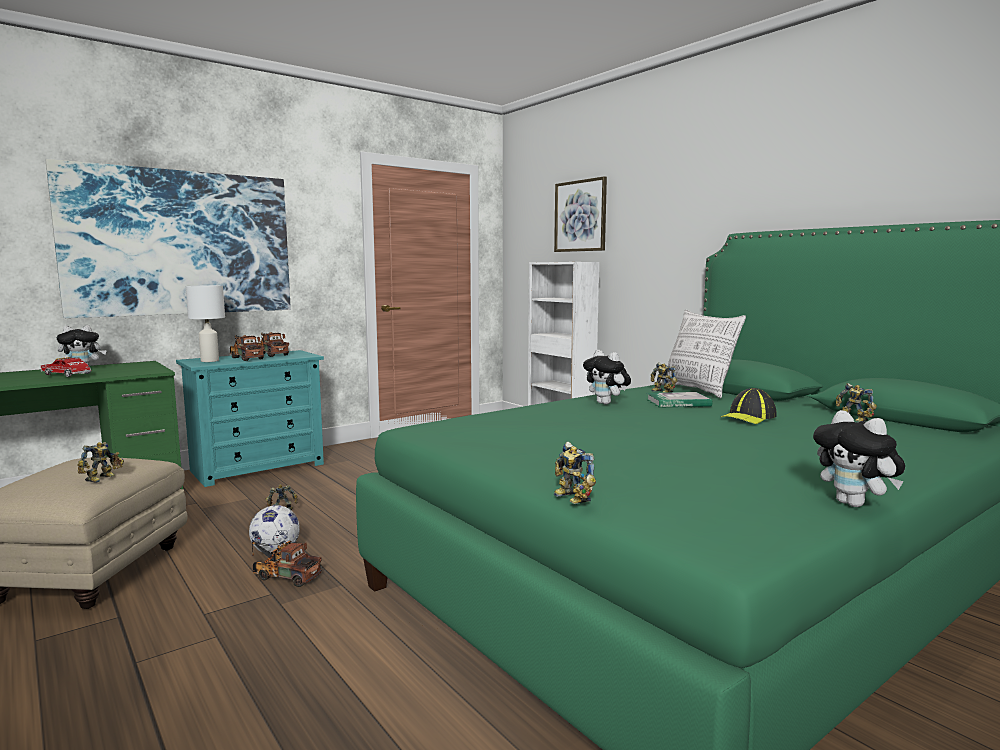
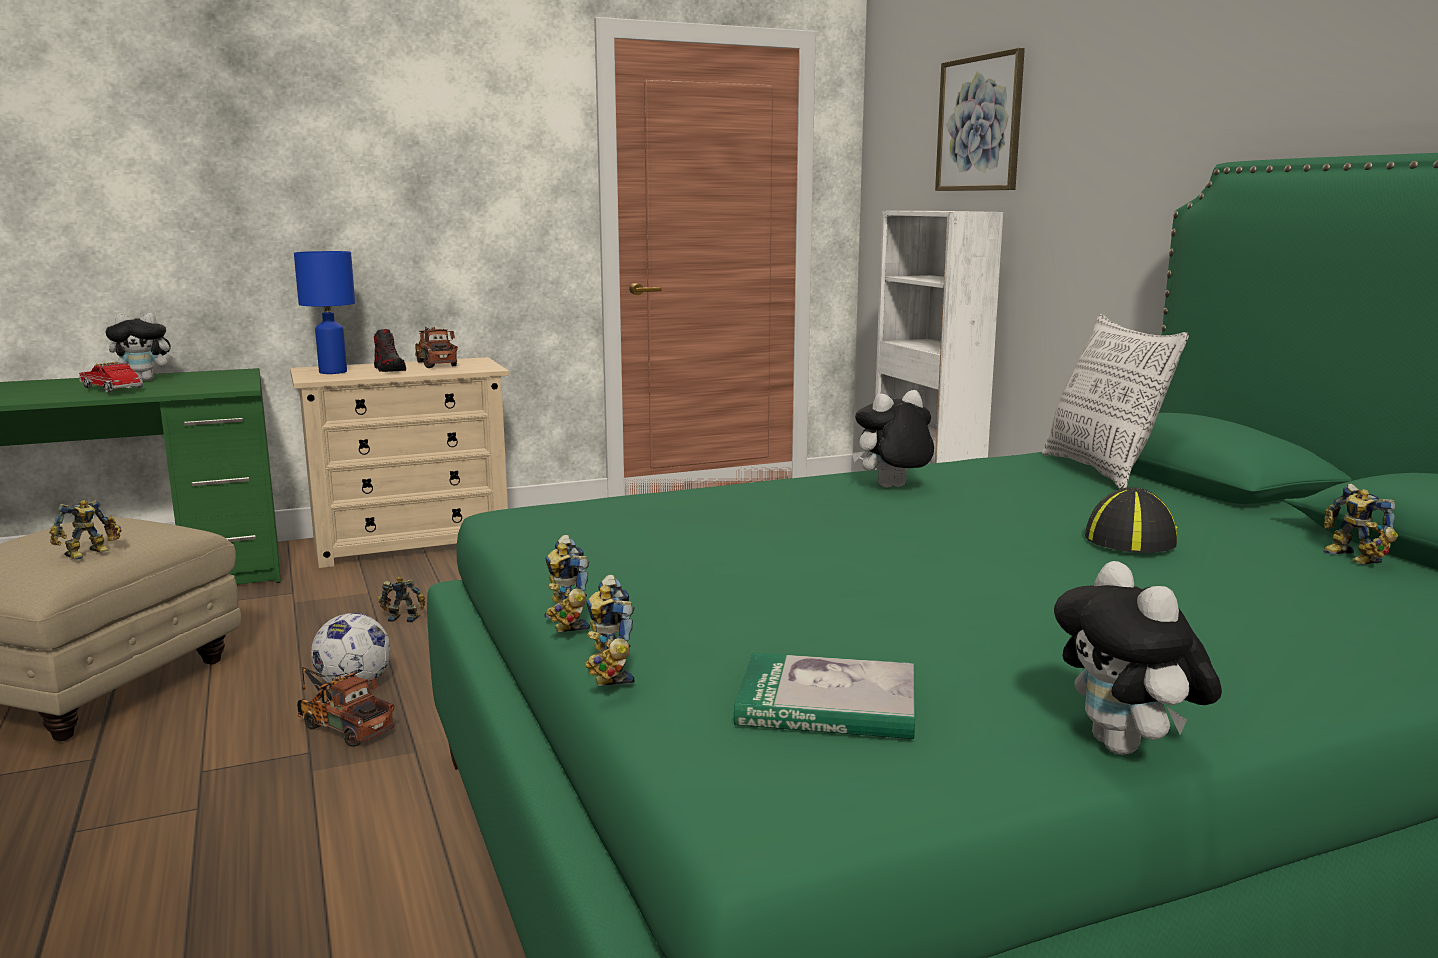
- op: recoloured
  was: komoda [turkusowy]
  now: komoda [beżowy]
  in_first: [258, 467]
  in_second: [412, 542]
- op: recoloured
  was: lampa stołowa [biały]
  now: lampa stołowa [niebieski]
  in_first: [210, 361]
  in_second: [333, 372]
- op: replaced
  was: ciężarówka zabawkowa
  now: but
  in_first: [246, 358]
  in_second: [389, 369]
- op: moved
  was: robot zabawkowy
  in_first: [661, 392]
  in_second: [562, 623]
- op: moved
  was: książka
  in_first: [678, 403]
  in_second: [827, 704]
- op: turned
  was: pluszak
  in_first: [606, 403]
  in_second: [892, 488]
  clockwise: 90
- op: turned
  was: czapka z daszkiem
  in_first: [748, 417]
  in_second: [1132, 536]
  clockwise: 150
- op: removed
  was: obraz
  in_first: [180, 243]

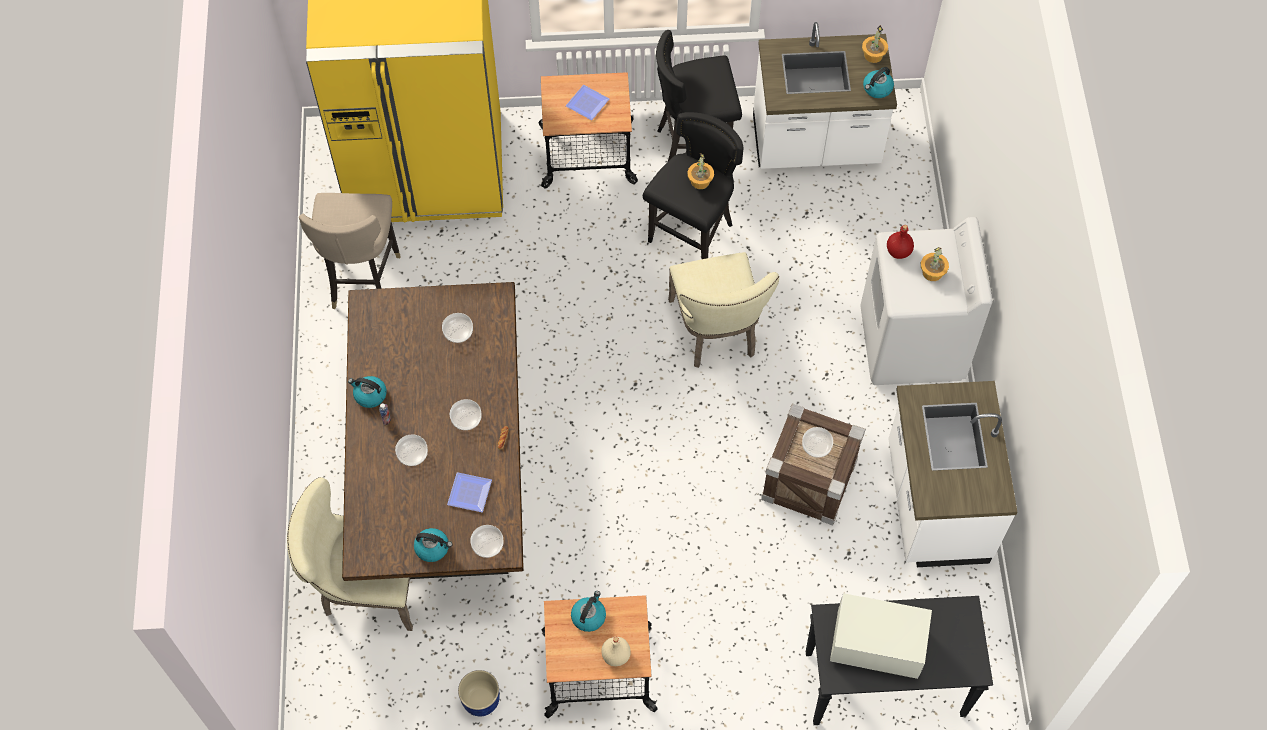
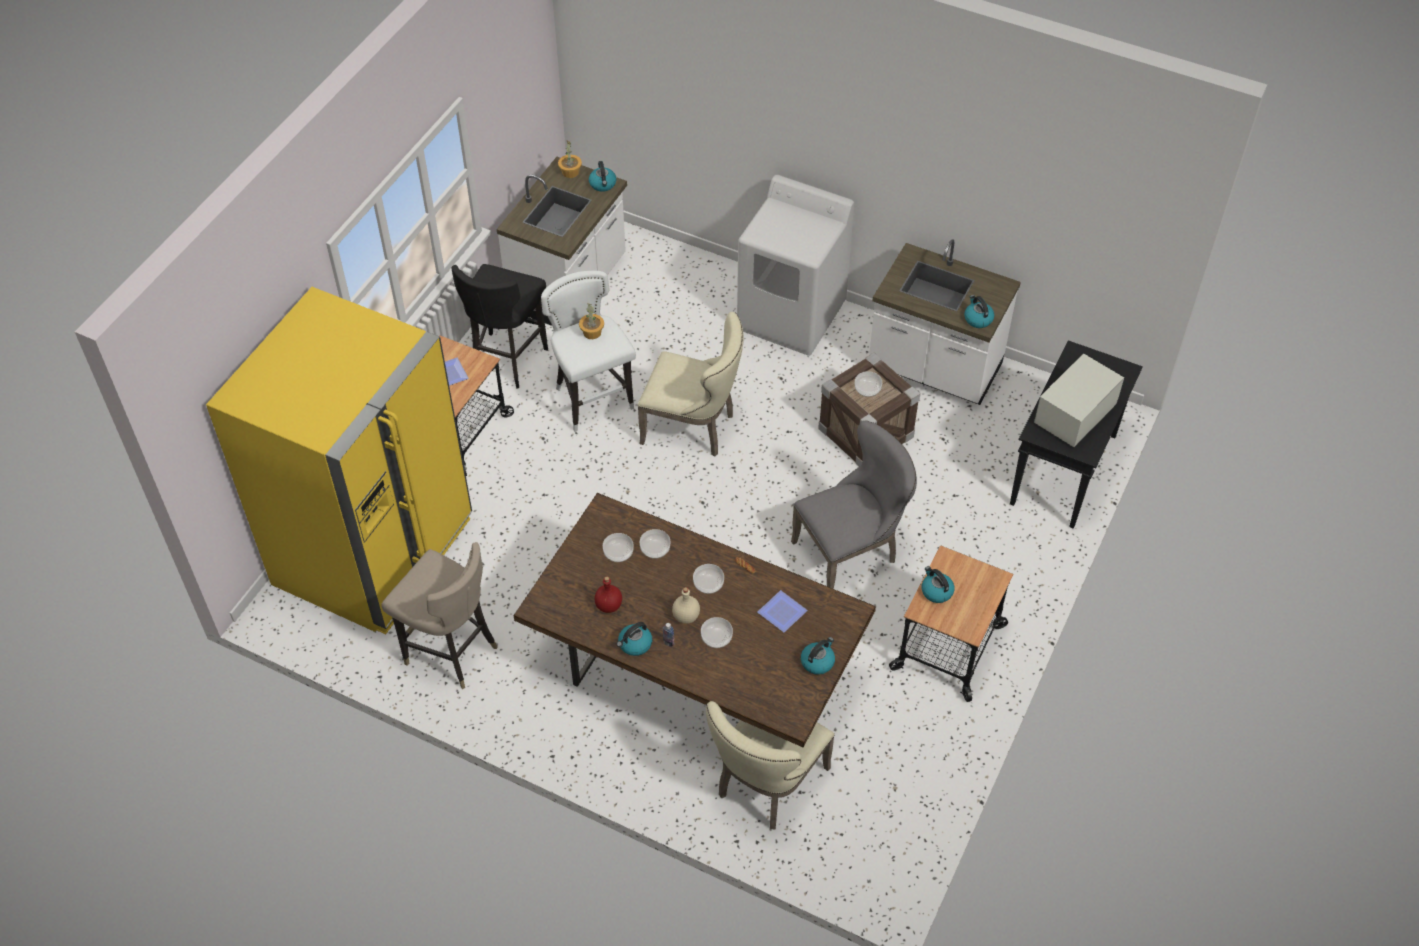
- op: recoloured
  was: stołek [czarny]
  now: stołek [biały]
  in_first: [692, 237]
  in_second: [593, 401]
- op: moved
  was: butelka [czerwony]
  in_first: [899, 251]
  in_second: [609, 605]
- op: moved
  was: miska
  in_first: [487, 544]
  in_second: [654, 549]
- op: moved
  was: butelka [beżowy]
  in_first: [616, 656]
  in_second: [686, 616]
- op: added
  now: krzesło [szary]
  in_second: [851, 552]
- op: added
  now: czajnik
  in_second: [977, 319]
- op: removed
  was: donica [niebieski]
  in_first: [480, 700]
- op: removed
  was: roślina doniczkowa
  in_first: [932, 273]

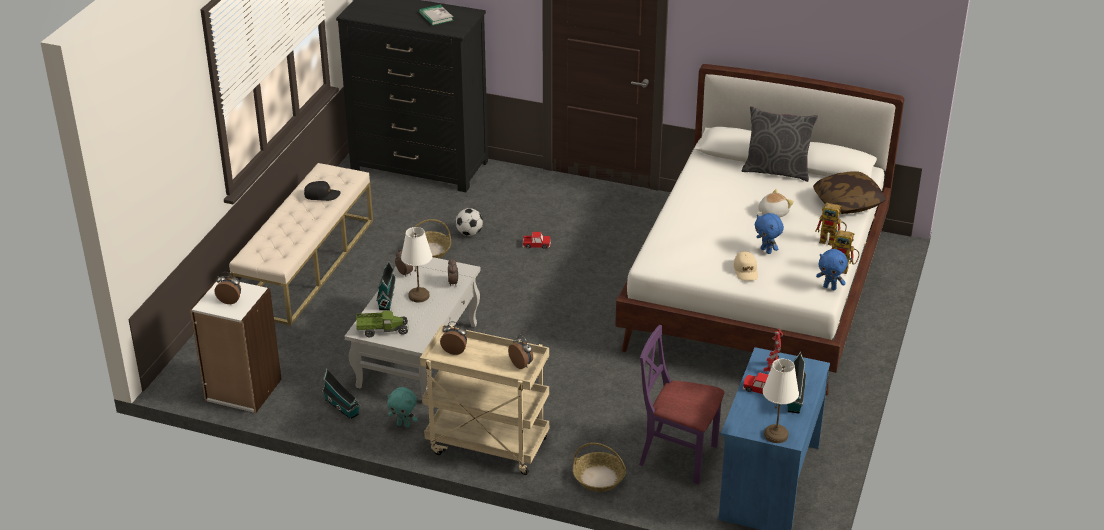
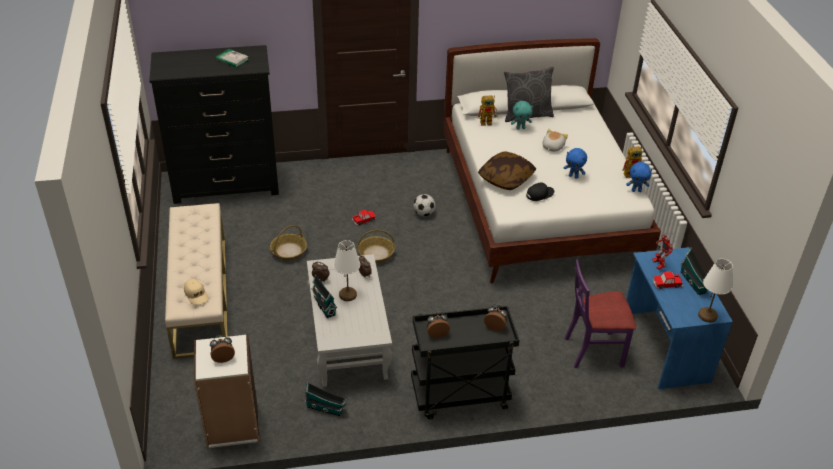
- op: moved
  was: czapka z daszkiem [beżowy]
  in_first: [746, 271]
  in_second: [196, 295]
- op: moved
  was: koszyk
  in_first: [599, 478]
  in_second: [376, 253]
- op: recoloured
  was: wózek [beżowy]
  now: wózek [czarny]
  in_first: [486, 446]
  in_second: [459, 397]
- op: moved
  was: piłka futbolowa
  in_first: [469, 233]
  in_second: [424, 213]
- op: moved
  was: robot zabawkowy
  in_first: [831, 241]
  in_second: [488, 122]
- op: moved
  was: poduszka
  in_first: [847, 203]
  in_second: [506, 178]
- op: moved
  was: pluszak [turkusowy]
  in_first: [403, 424]
  in_second: [520, 128]
- op: moved
  was: czapka z daszkiem [czarny]
  in_first: [322, 195]
  in_second: [540, 194]
- op: removed
  was: ciężarówka zabawkowa
  in_first: [382, 330]

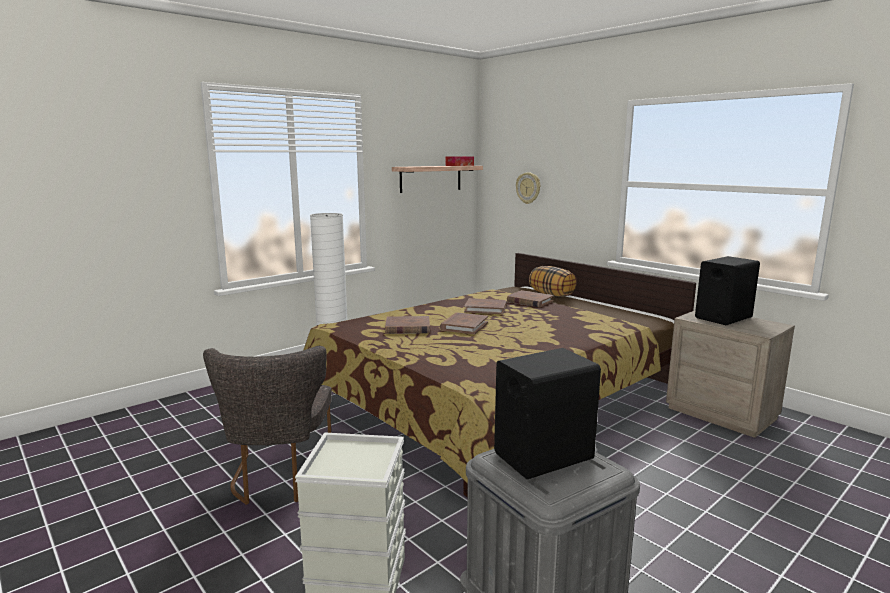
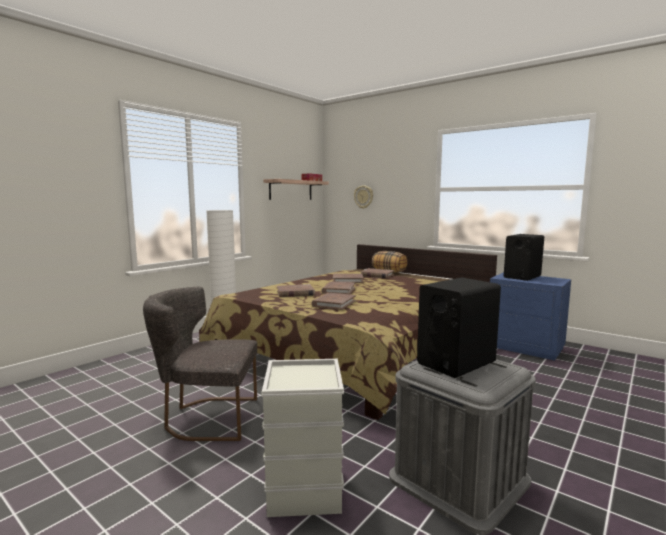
- op: turned
  was: krzesło [szary]
  in_first: [279, 480]
  in_second: [206, 418]
  clockwise: 105
- op: added
  now: książka [brązowy]
  in_second: [334, 303]
- op: recoloured
  was: szafka nocna [beżowy]
  now: szafka nocna [niebieski]
  in_first: [722, 413]
  in_second: [525, 347]

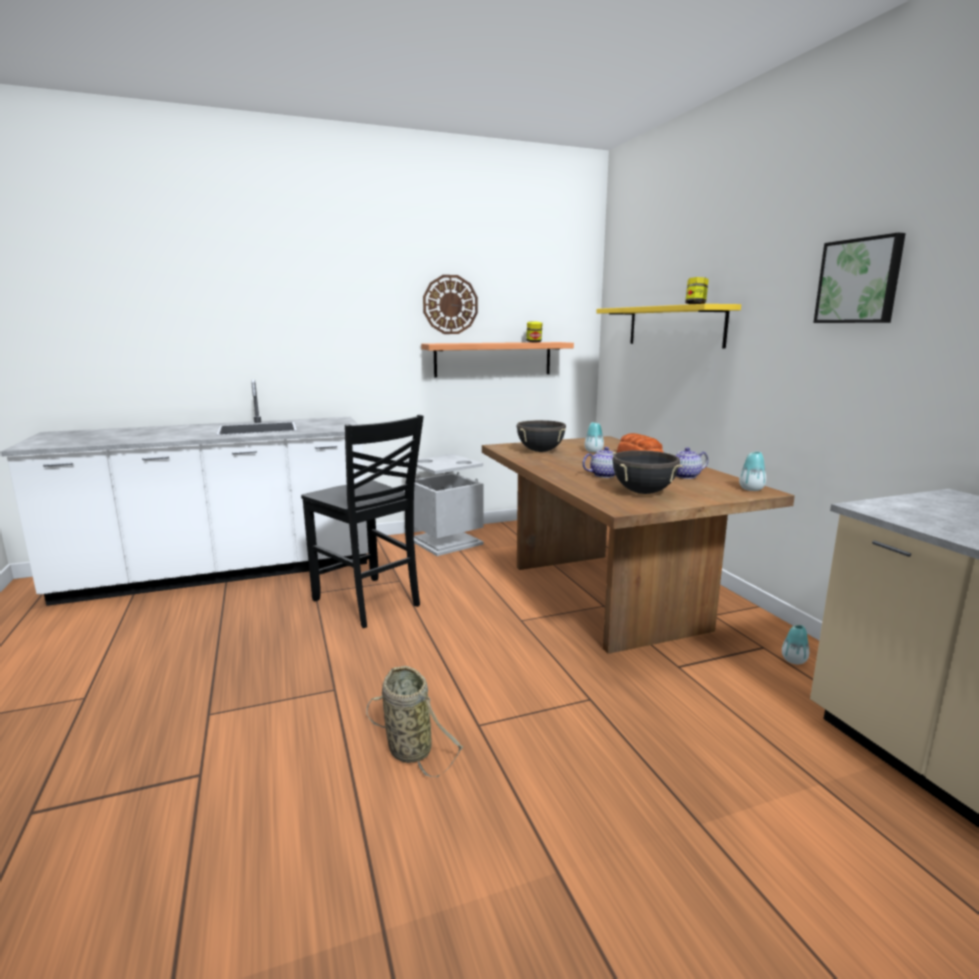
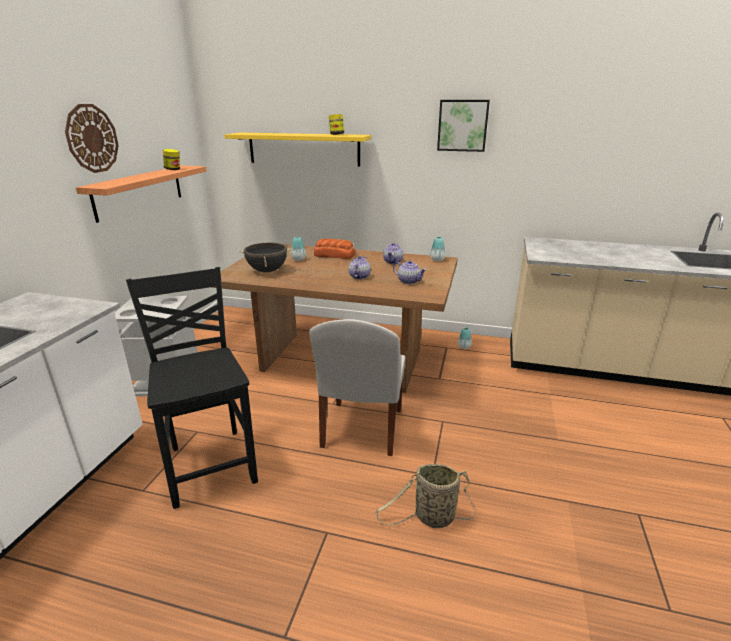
- op: turned
  was: krzesło [czarny]
  in_first: [368, 603]
  in_second: [211, 464]
  clockwise: -105
- op: added
  now: krzesło [biały]
  in_second: [361, 430]
- op: replaced
  was: garnek [czarny]
  now: imbryk
  in_first: [643, 492]
  in_second: [409, 281]

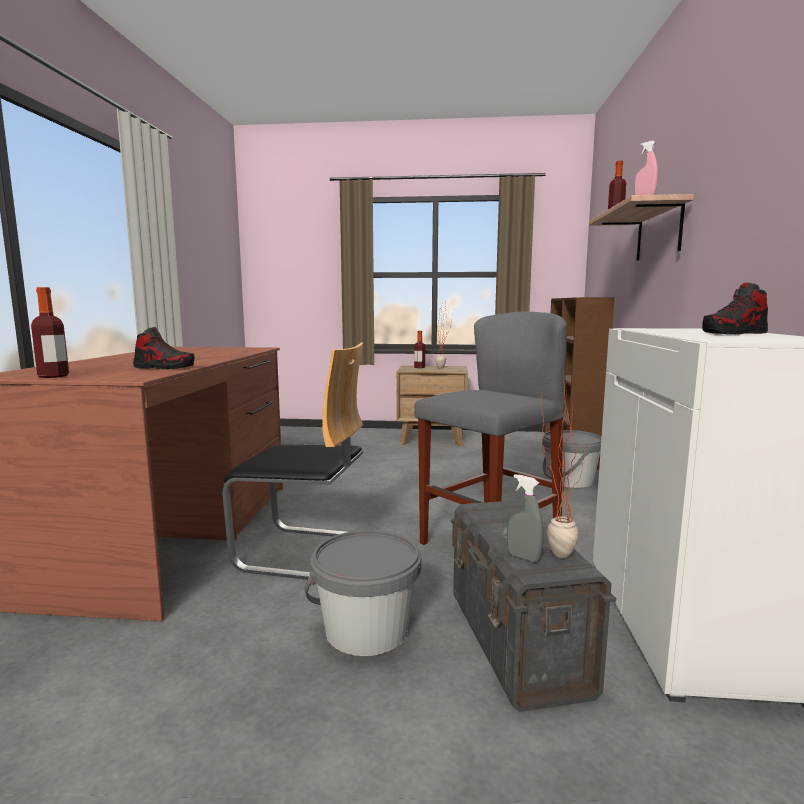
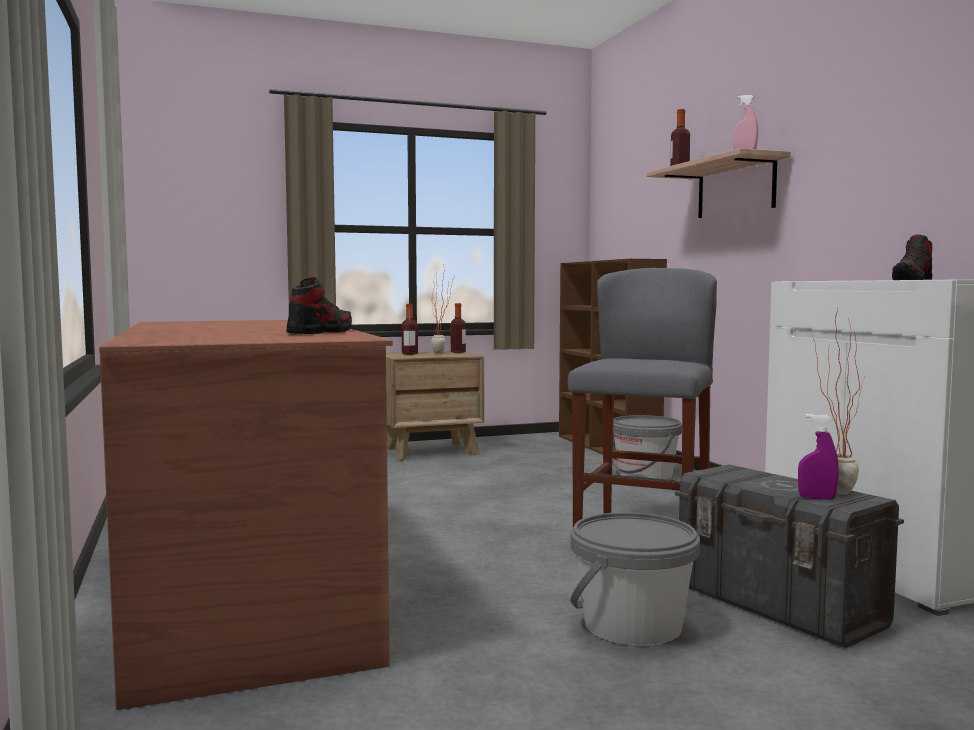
- op: turned
  was: but
  in_first: [164, 367]
  in_second: [320, 332]
  clockwise: -45
- op: moved
  was: butelka
  in_first: [53, 376]
  in_second: [458, 352]
- op: recoloured
  was: spryskiwacz [szary]
  now: spryskiwacz [fioletowy]
  in_first: [523, 557]
  in_second: [817, 498]
- op: removed
  was: krzesło
  in_first: [306, 553]

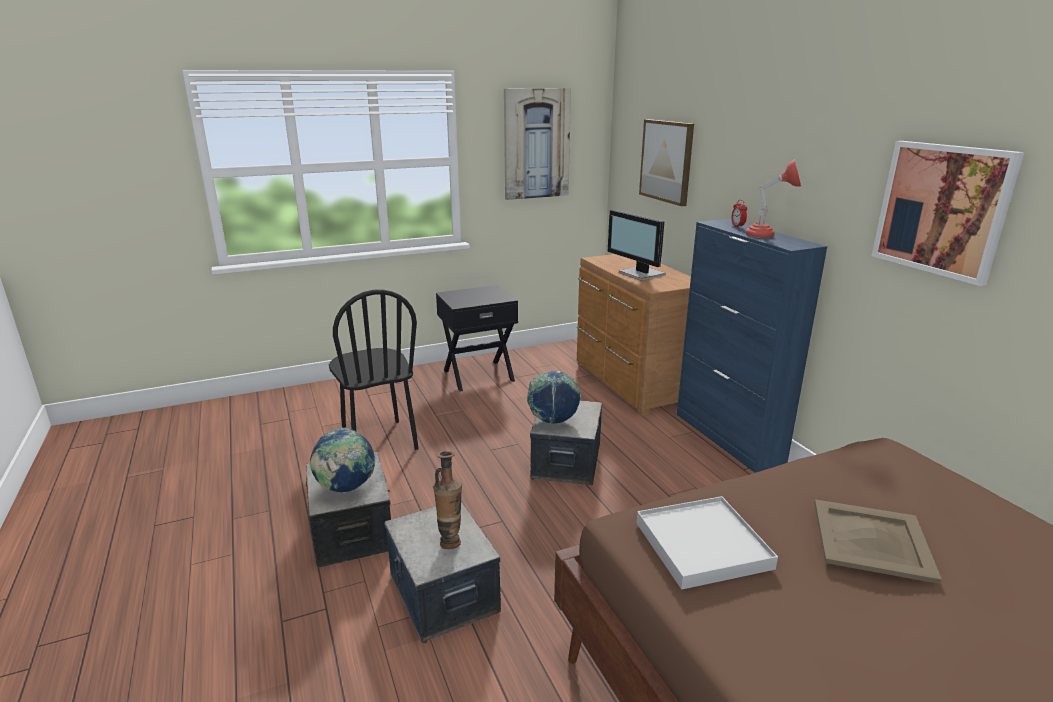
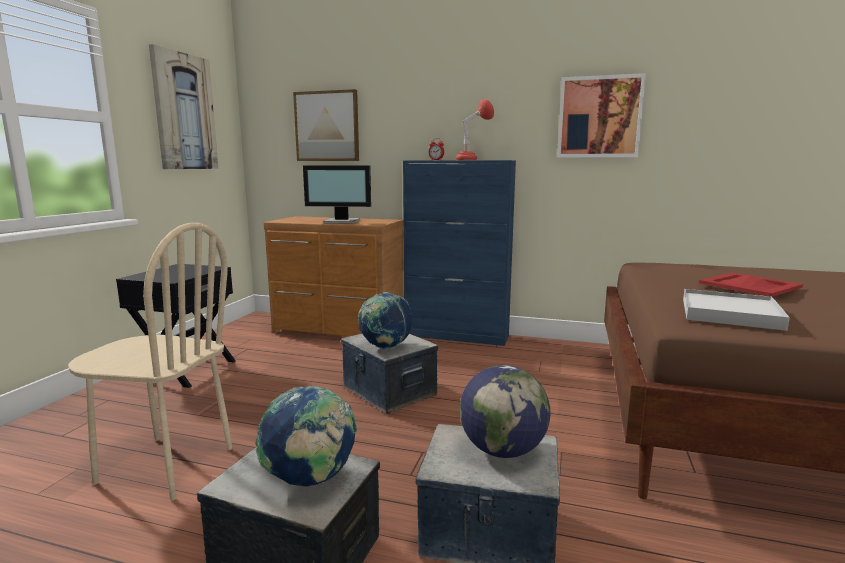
- op: recoloured
  was: krzesło [czarny]
  now: krzesło [beżowy]
  in_first: [378, 441]
  in_second: [165, 465]
- op: replaced
  was: wazon
  now: globus
  in_first: [450, 540]
  in_second: [502, 450]
- op: recoloured
  was: taca [beżowy]
  now: taca [czerwony]
  in_first: [873, 540]
  in_second: [750, 285]

